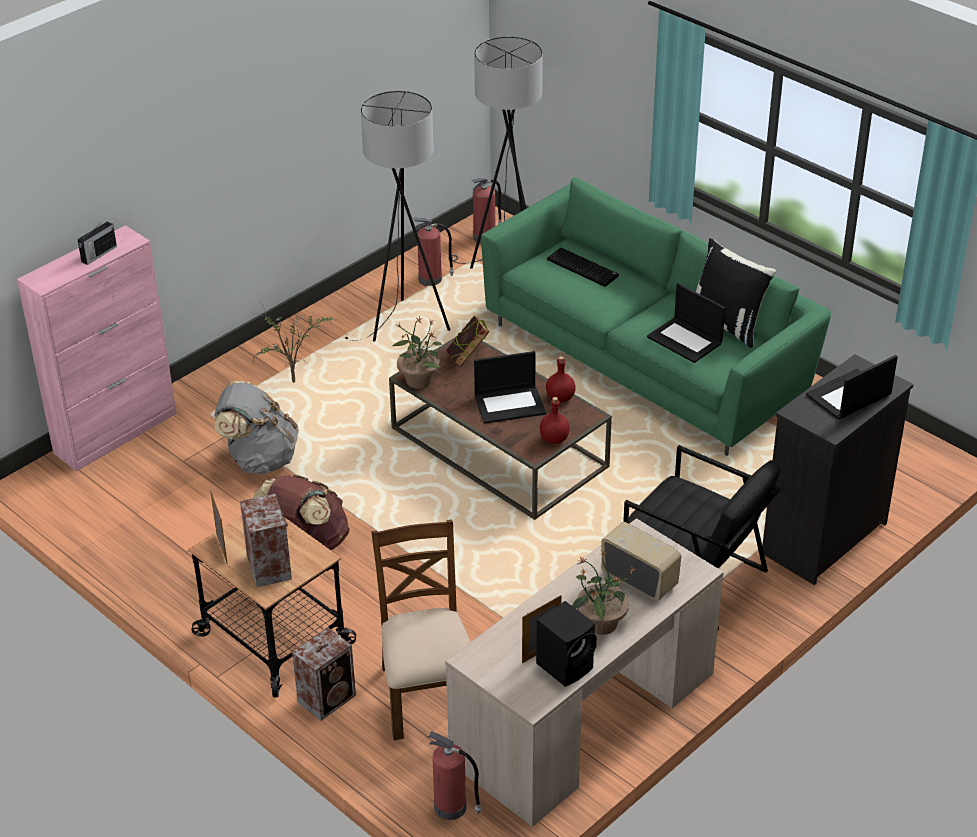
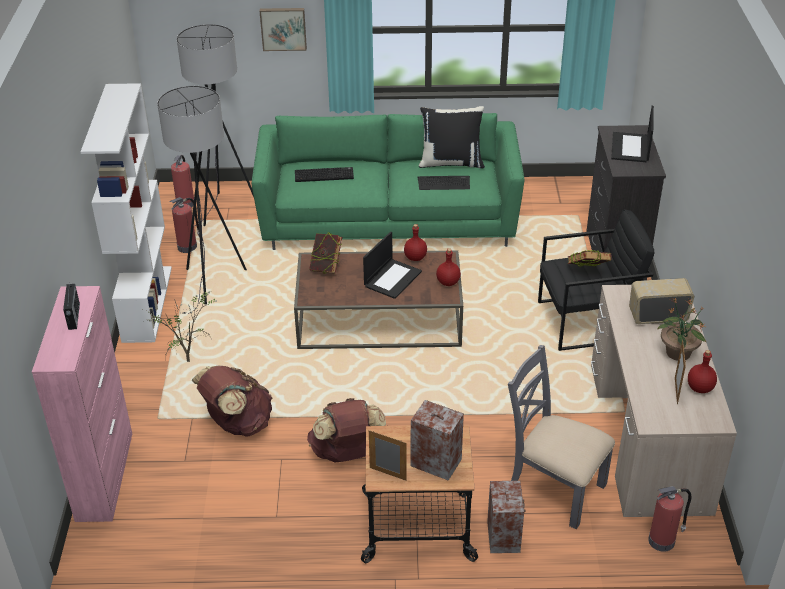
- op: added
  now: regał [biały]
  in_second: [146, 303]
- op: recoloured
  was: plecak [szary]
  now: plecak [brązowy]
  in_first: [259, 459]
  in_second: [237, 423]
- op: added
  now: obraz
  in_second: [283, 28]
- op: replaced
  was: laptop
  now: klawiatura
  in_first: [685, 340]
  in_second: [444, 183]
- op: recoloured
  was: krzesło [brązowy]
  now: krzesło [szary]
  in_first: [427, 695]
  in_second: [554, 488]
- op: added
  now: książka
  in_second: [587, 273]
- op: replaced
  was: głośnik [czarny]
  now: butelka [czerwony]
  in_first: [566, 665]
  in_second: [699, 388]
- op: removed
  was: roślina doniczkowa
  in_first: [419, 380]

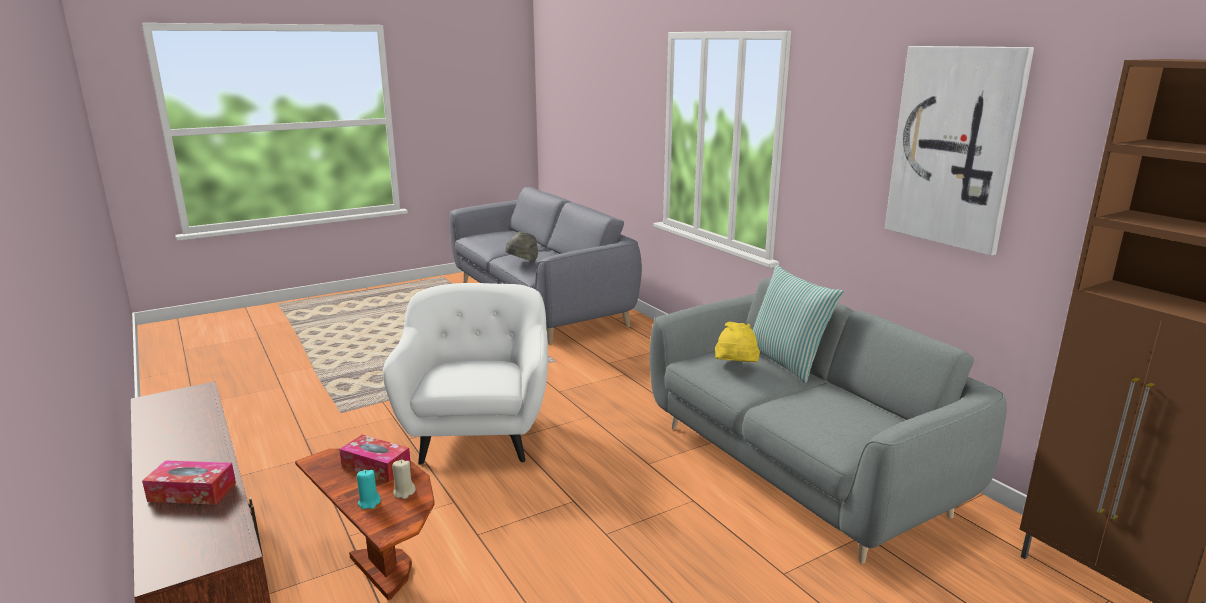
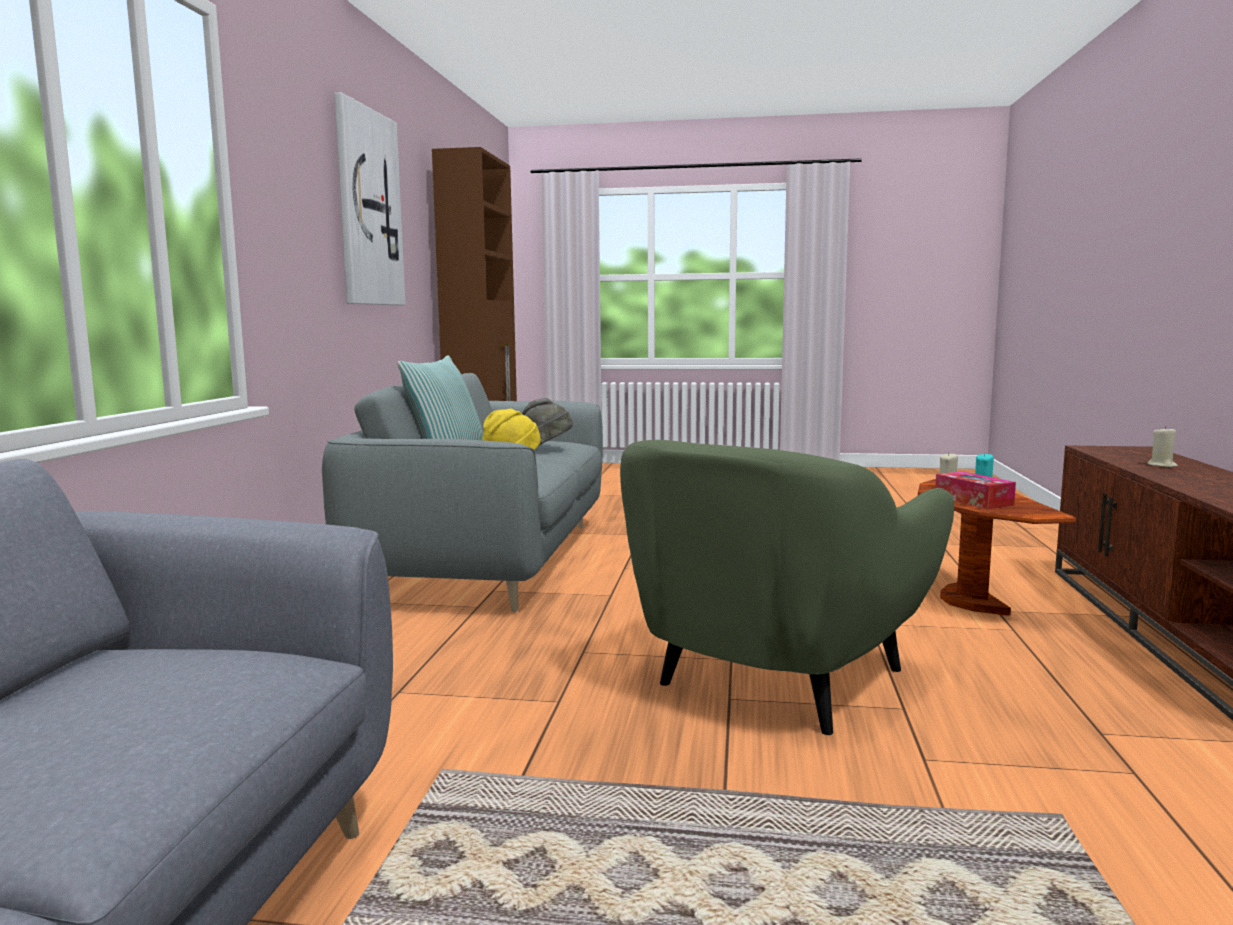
- op: moved
  was: kapelusz [szary]
  in_first: [522, 263]
  in_second: [545, 448]
- op: recoloured
  was: fotel [biały]
  now: fotel [zielony]
  in_first: [478, 434]
  in_second: [777, 679]
- op: replaced
  was: pudełko chusteczek
  now: świeca [beżowy]
  in_first: [192, 492]
  in_second: [1162, 465]

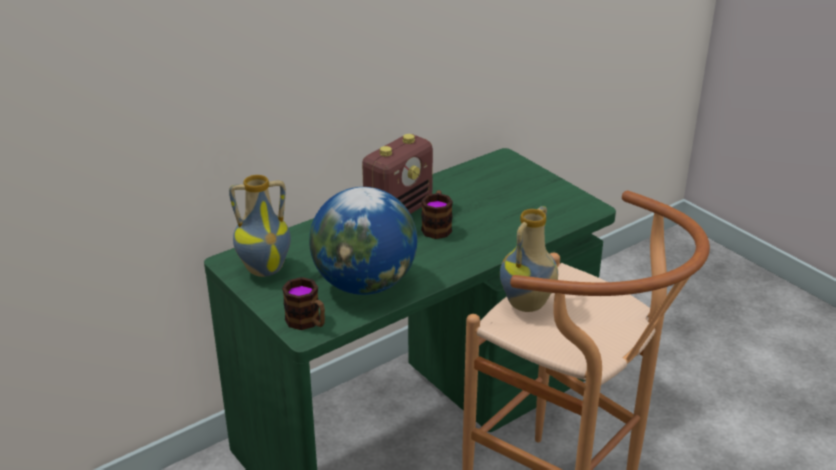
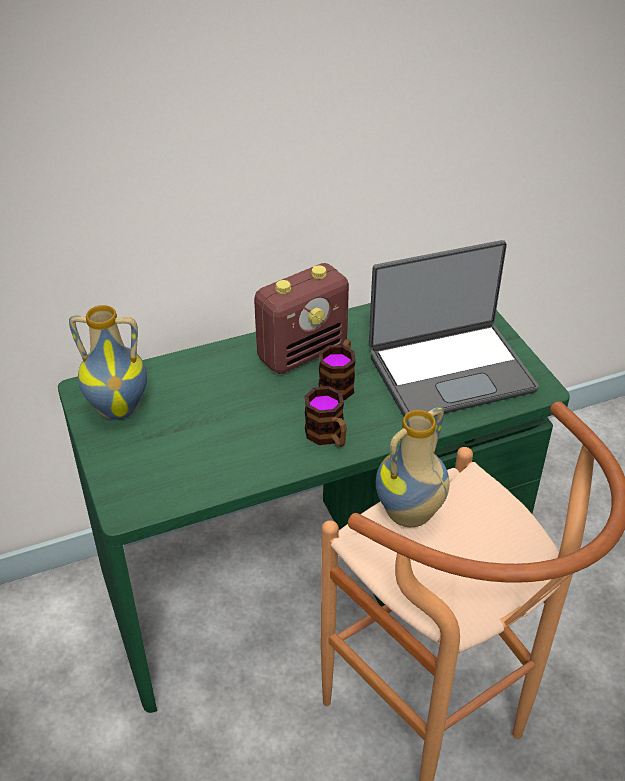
- op: moved
  was: kubek
  in_first: [307, 322]
  in_second: [328, 436]
- op: added
  now: laptop
  in_second: [450, 371]
- op: removed
  was: globus
  in_first: [365, 284]

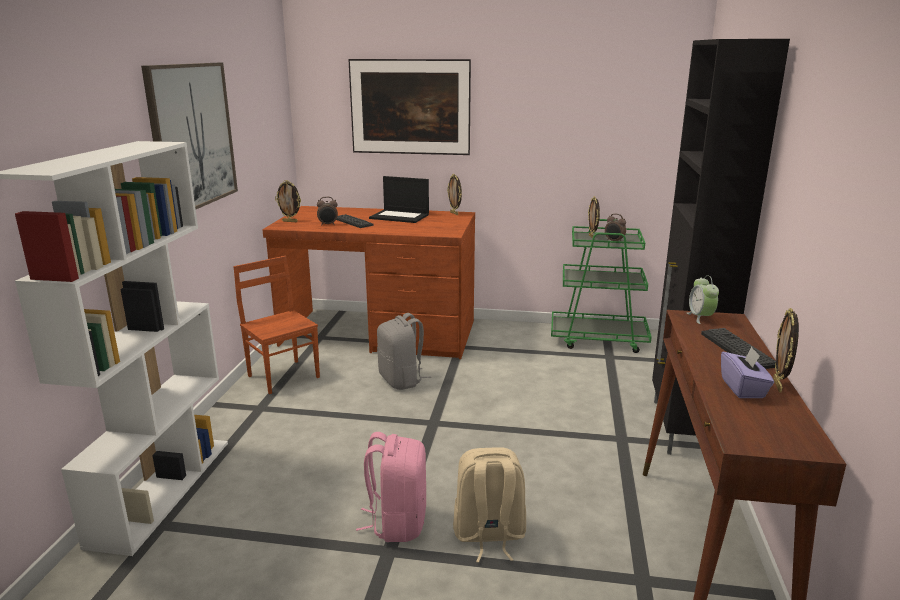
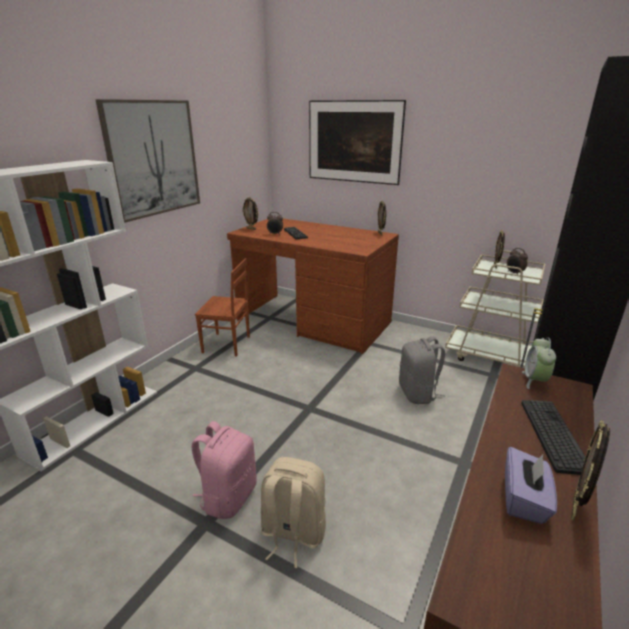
- op: turned
  was: krzesło [brązowy]
  in_first: [284, 376]
  in_second: [227, 345]
  clockwise: 120
- op: moved
  was: plecak [szary]
  in_first: [402, 380]
  in_second: [418, 393]
- op: recoloured
  was: wózek [zielony]
  now: wózek [beżowy]
  in_first: [598, 339]
  in_second: [491, 356]
- op: removed
  was: laptop
  in_first: [400, 216]

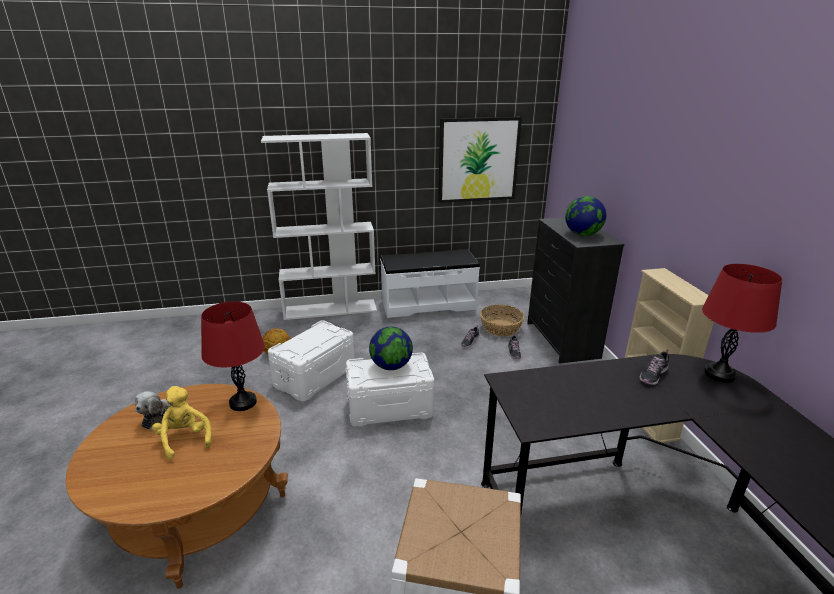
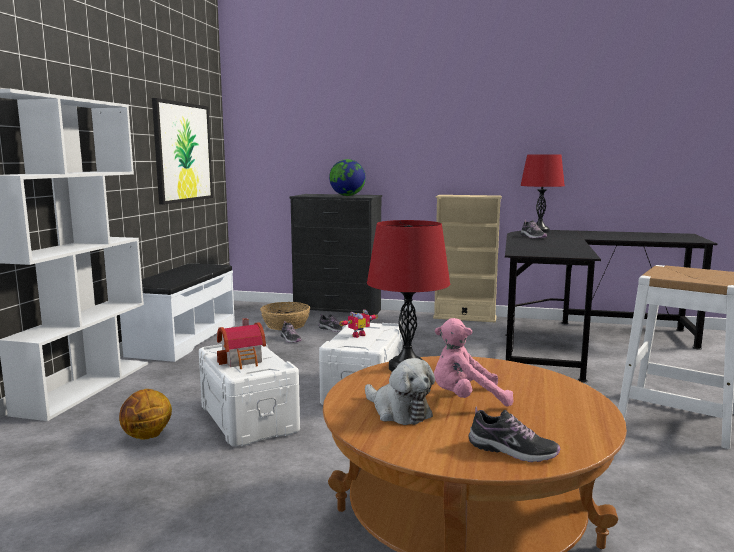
- op: added
  now: domek
  in_second: [243, 360]
- op: replaced
  was: globus
  now: robot zabawkowy
  in_first: [391, 366]
  in_second: [357, 335]
- op: recoloured
  was: pluszak [żółty]
  now: pluszak [różowy]
  in_first: [185, 439]
  in_second: [466, 399]
- op: added
  now: but
  in_second: [512, 451]

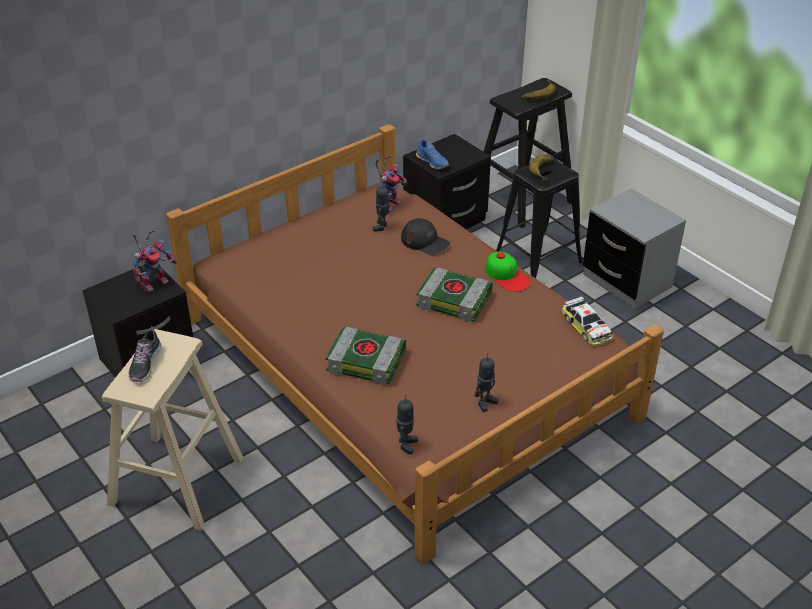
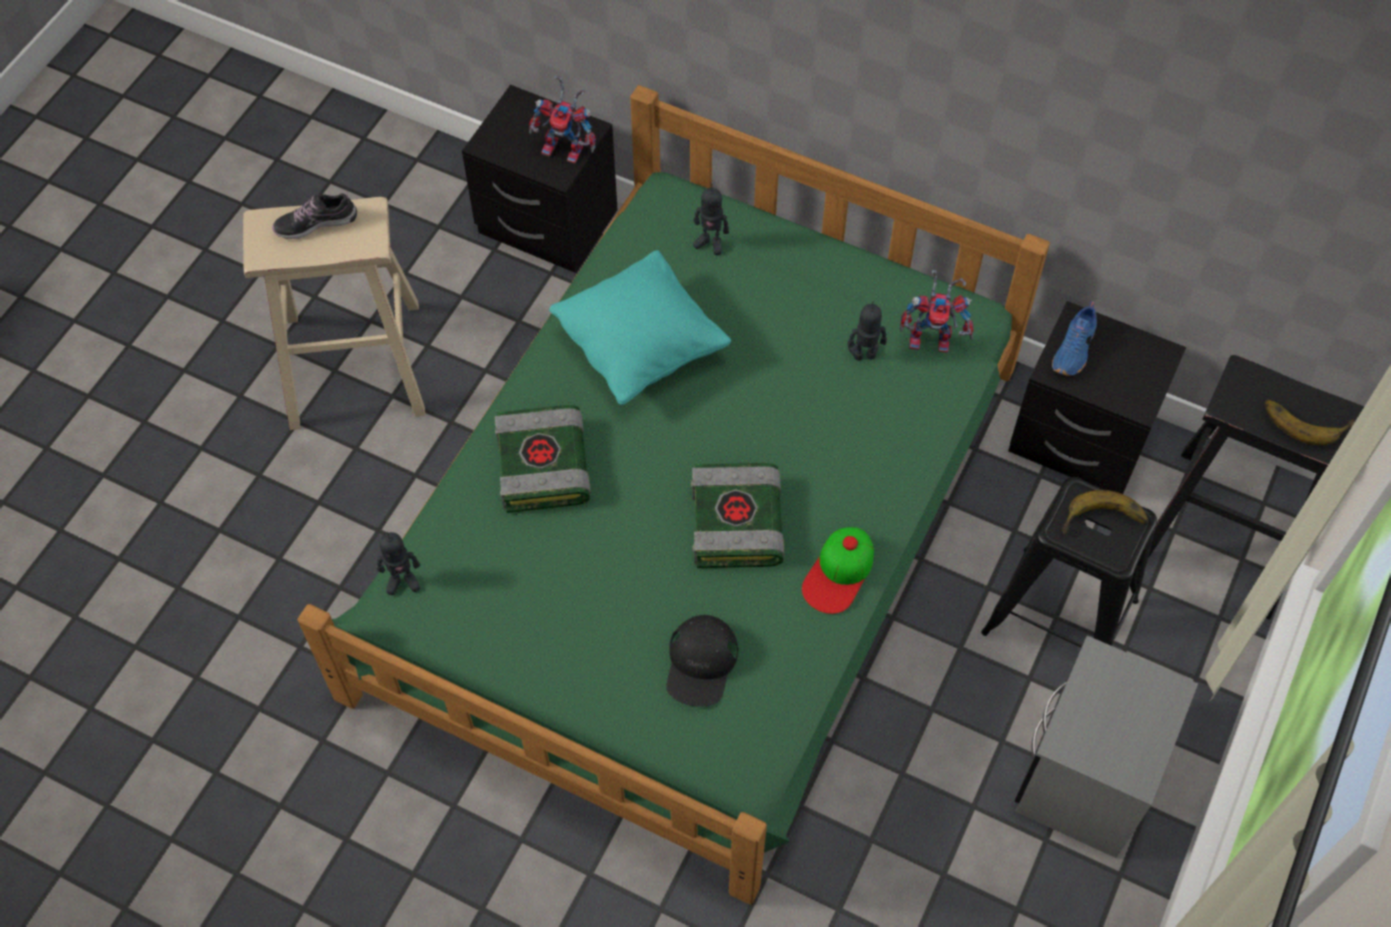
- op: recoloured
  was: łóżko [brązowy]
  now: łóżko [zielony]
  in_first: [405, 366]
  in_second: [692, 528]
- op: added
  now: poduszka [turkusowy]
  in_second: [640, 347]
- op: moved
  was: czapka z daszkiem [czarny]
  in_first: [425, 241]
  in_second: [701, 663]
- op: moved
  was: robot zabawkowy
  in_first: [485, 402]
  in_second: [710, 242]
- op: removed
  was: samochodzik
  in_first: [586, 327]

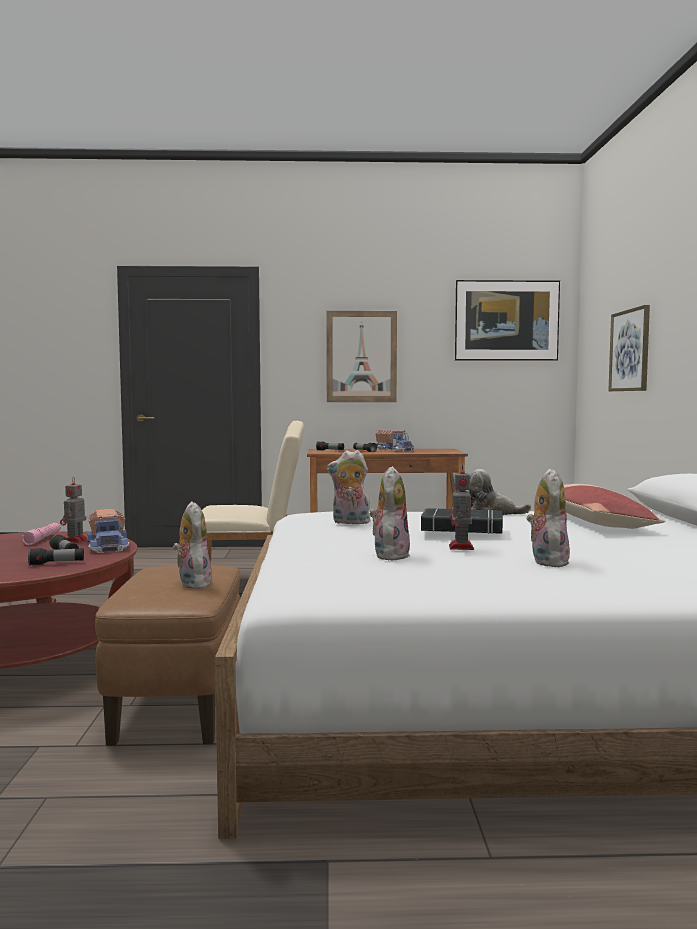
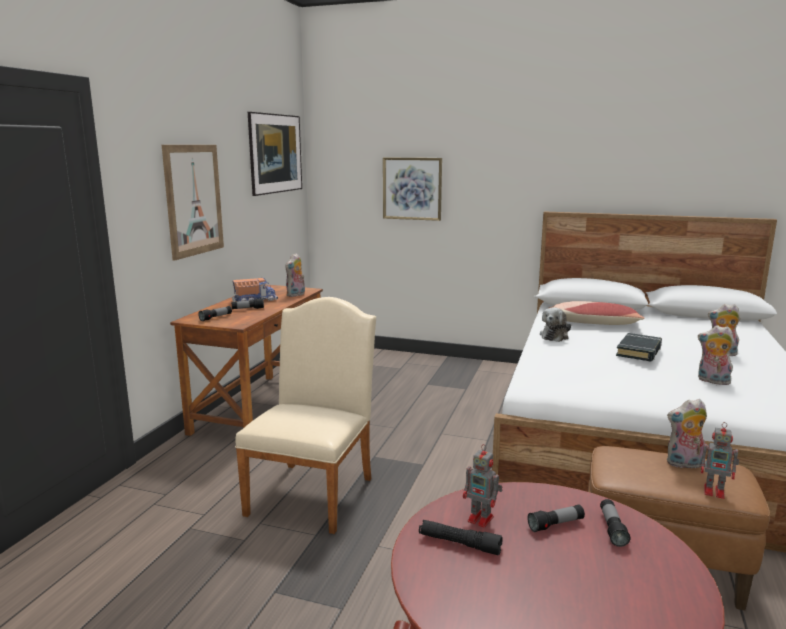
- op: moved
  was: pluszak
  in_first: [349, 523]
  in_second: [296, 295]
- op: recoloured
  was: latarka [różowy]
  now: latarka [czarny]
  in_first: [42, 539]
  in_second: [459, 543]
- op: moved
  was: robot zabawkowy
  in_first: [461, 547]
  in_second: [715, 491]
- op: removed
  was: ciężarówka zabawkowa
  in_first: [108, 546]

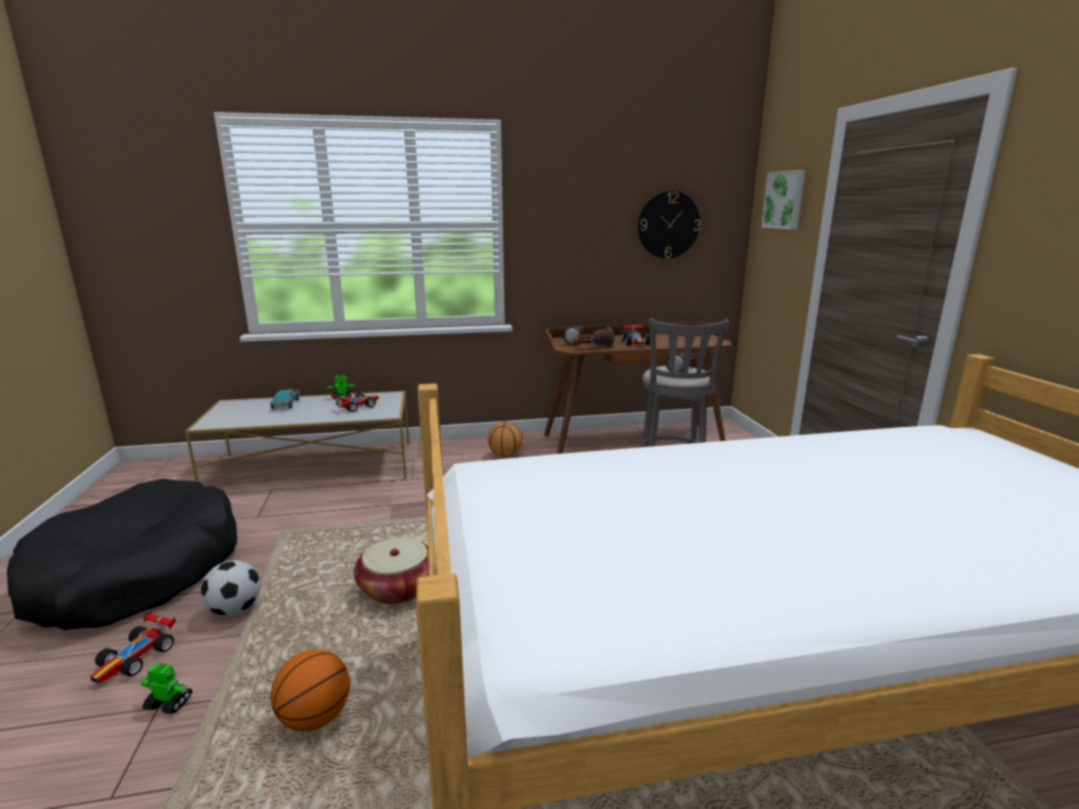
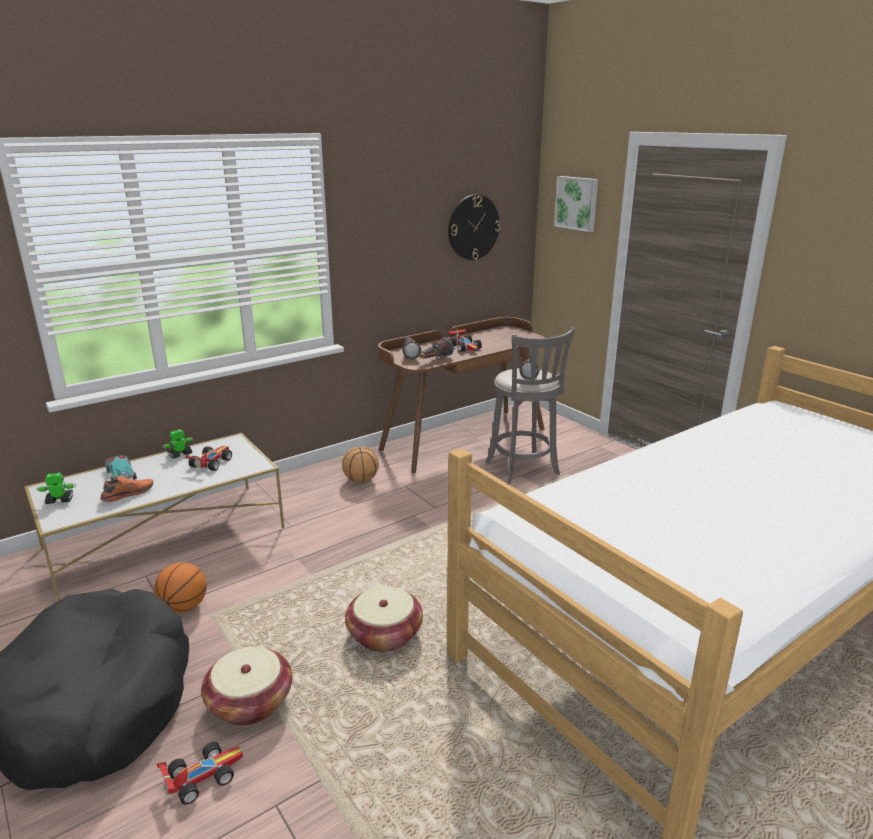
- op: moved
  was: robot zabawkowy
  in_first: [168, 703]
  in_second: [59, 500]
- op: added
  now: but [pomarańczowy]
  in_second: [127, 494]
- op: moved
  was: piłka do koszykówki
  in_first: [315, 717]
  in_second: [184, 607]
- op: turned
  was: samochodzik
  in_first: [137, 657]
  in_second: [202, 776]
  clockwise: -120
- op: replaced
  was: piłka futbolowa
  now: koszyk
  in_first: [235, 609]
  in_second: [250, 702]

